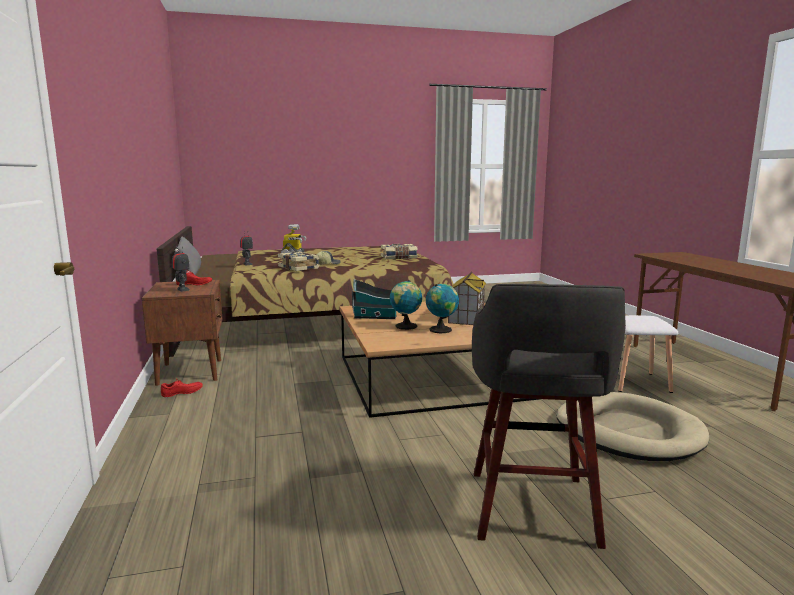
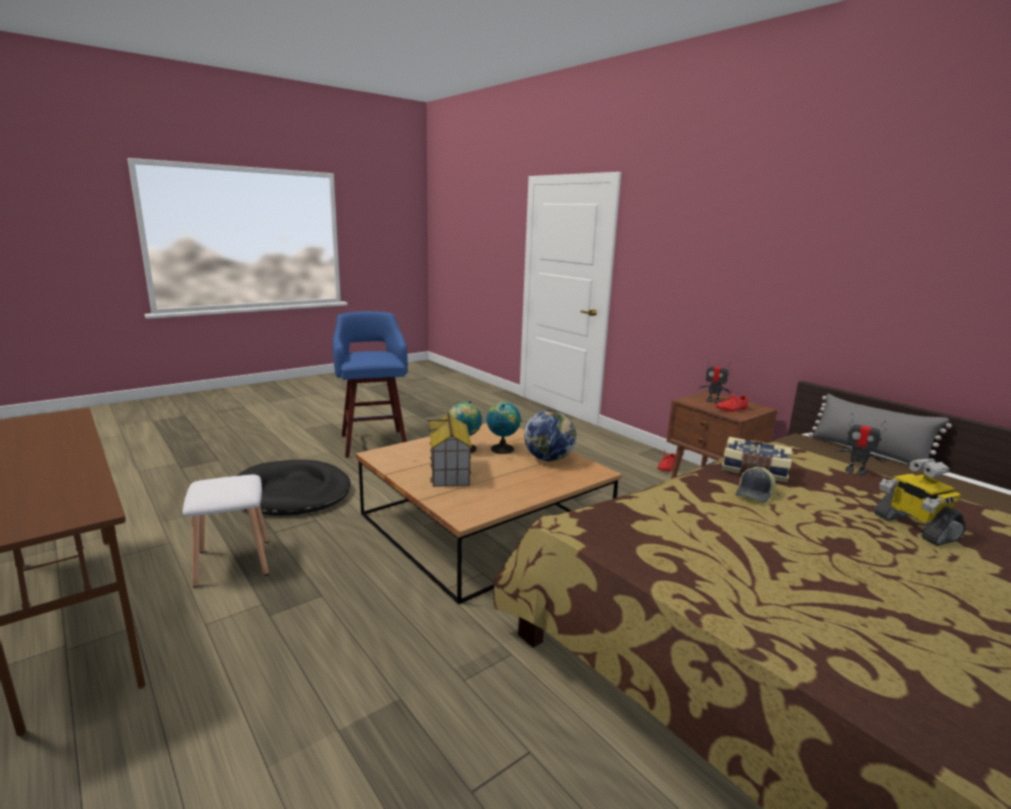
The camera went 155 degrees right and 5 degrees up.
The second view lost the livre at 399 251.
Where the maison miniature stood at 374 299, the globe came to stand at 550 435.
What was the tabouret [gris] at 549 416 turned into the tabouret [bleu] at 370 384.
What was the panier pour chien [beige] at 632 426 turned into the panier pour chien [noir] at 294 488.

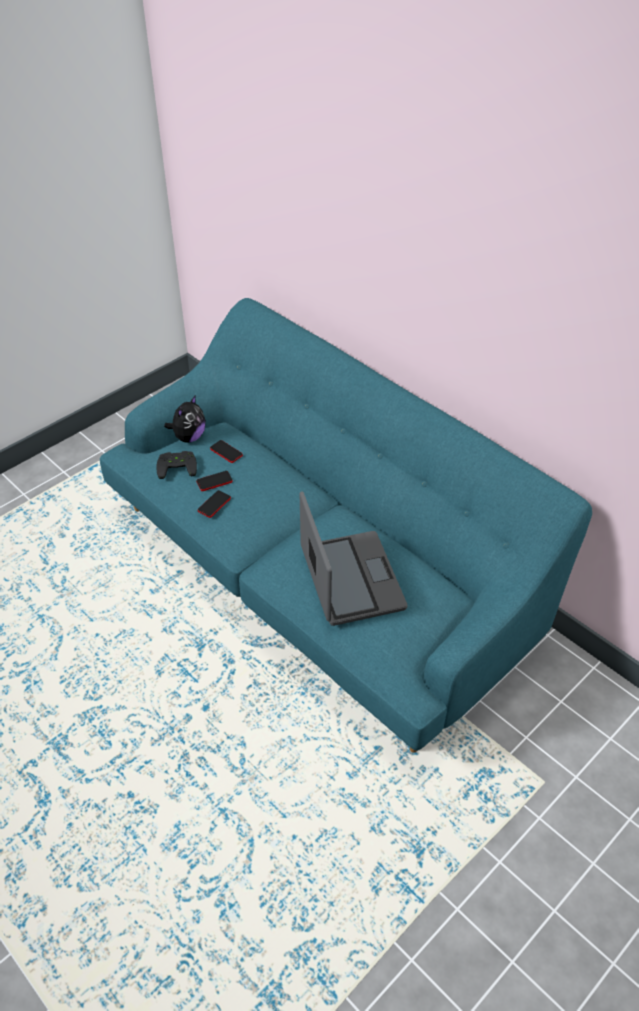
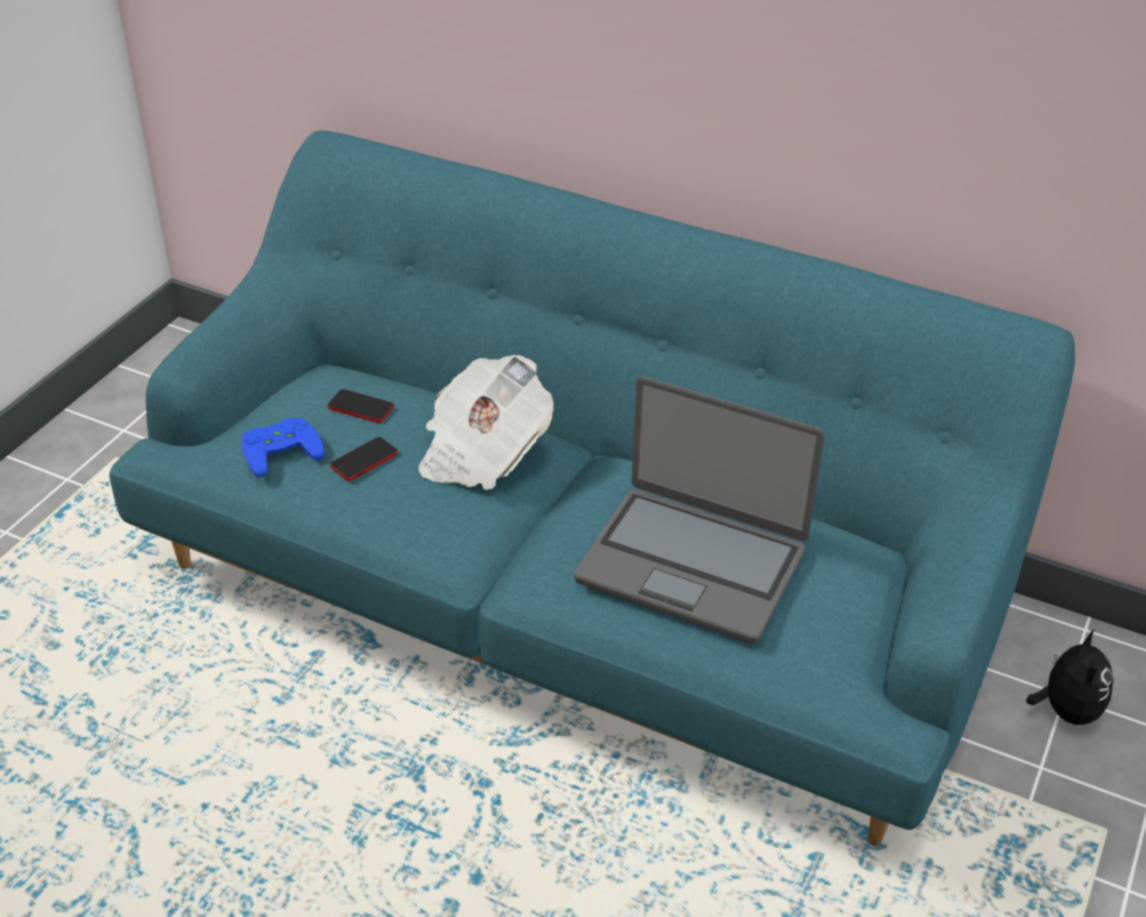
The camera went 20 degrees left and 5 degrees down.
The peluche ended up elsewhere, having gone from 185 419 to 1070 677.
What was the manette [noir] at 176 465 turned into the manette [bleu] at 283 448.
The second view lost the téléphone at 214 504.
The ordinateur portable at 353 558 ended up facing another way, 150 degrees clockwise from before.
The second view gained the journal at 486 422.

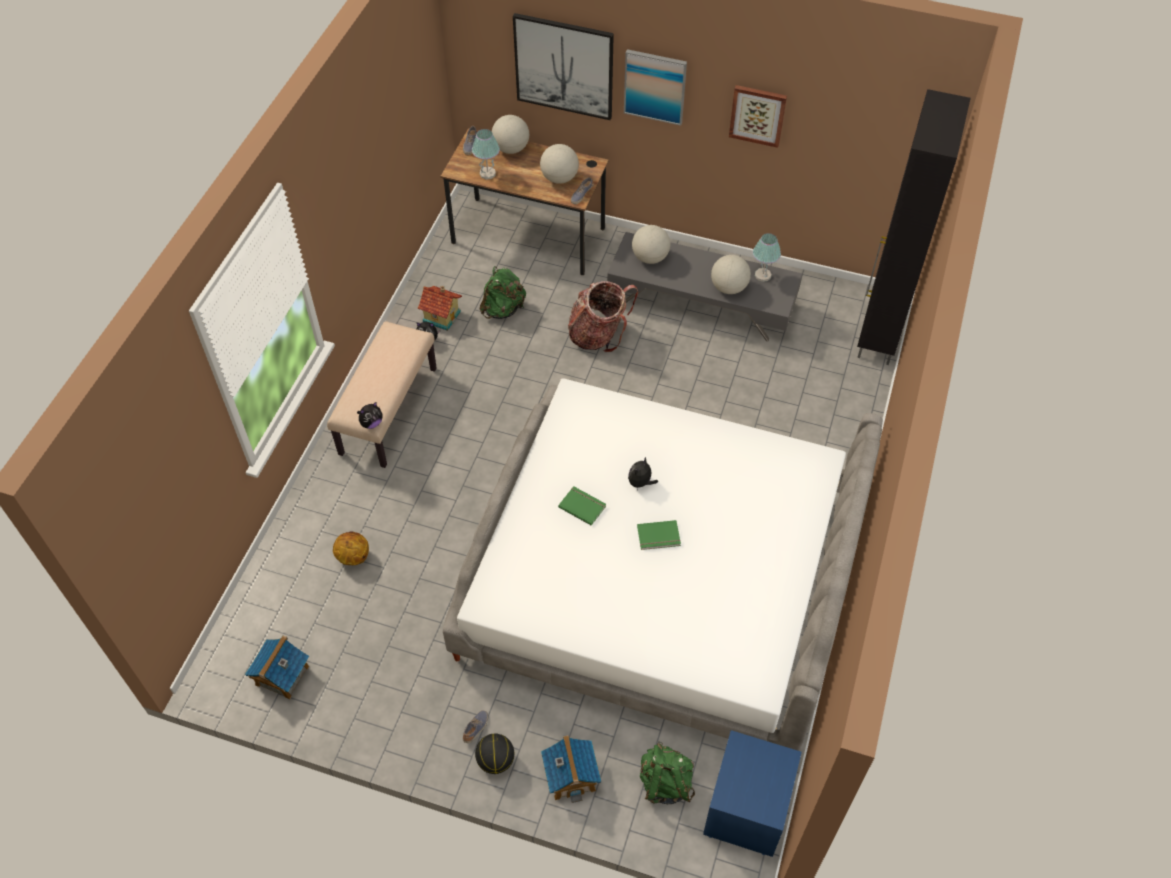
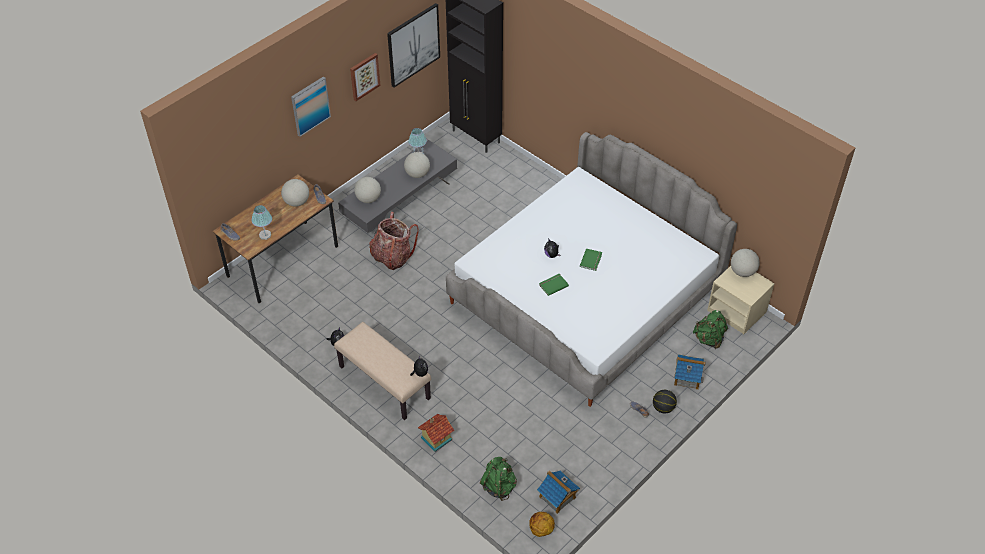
The camera went 65 degrees left and 5 degrees down.
The tableau ended up elsewhere, having gone from 563 66 to 413 45.
The globe ended up elsewhere, having gone from 510 134 to 745 263.
The sac à dos [vert] ended up elsewhere, having gone from 503 292 to 498 479.
The maison miniature ended up elsewhere, having gone from 439 308 to 436 433.
The ballon de basket ended up elsewhere, having gone from 351 548 to 542 524.
What was the table de chevet [bleu] at 752 793 turned into the table de chevet [beige] at 741 300.

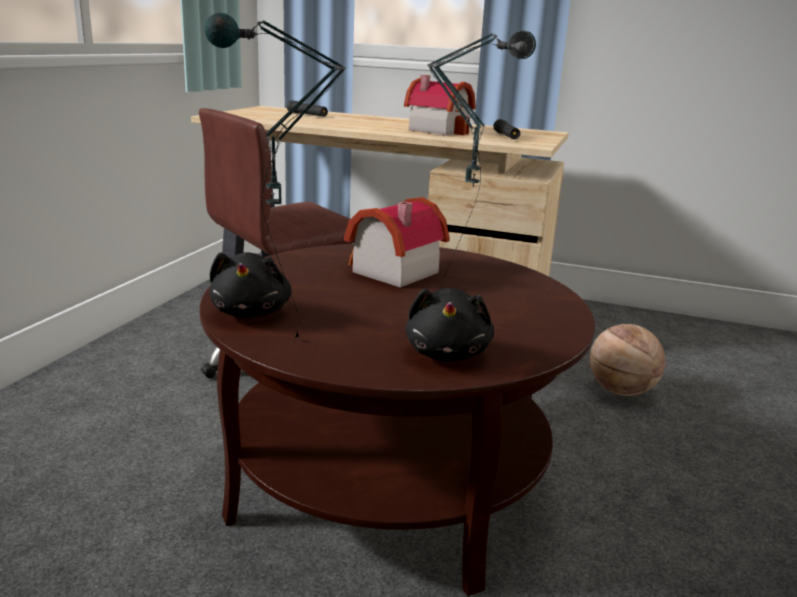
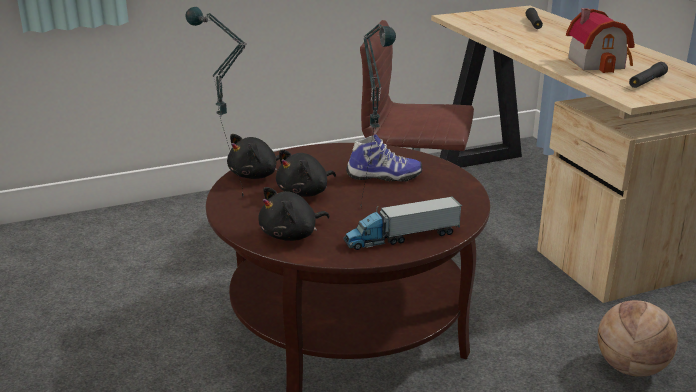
The camera went 50 degrees right and 5 degrees up.
Where the maison miniature stood at 397 242, the chaussure came to stand at 384 157.
The second view gained the peluche [noir] at 306 173.
The second view gained the camion jouet at 402 223.

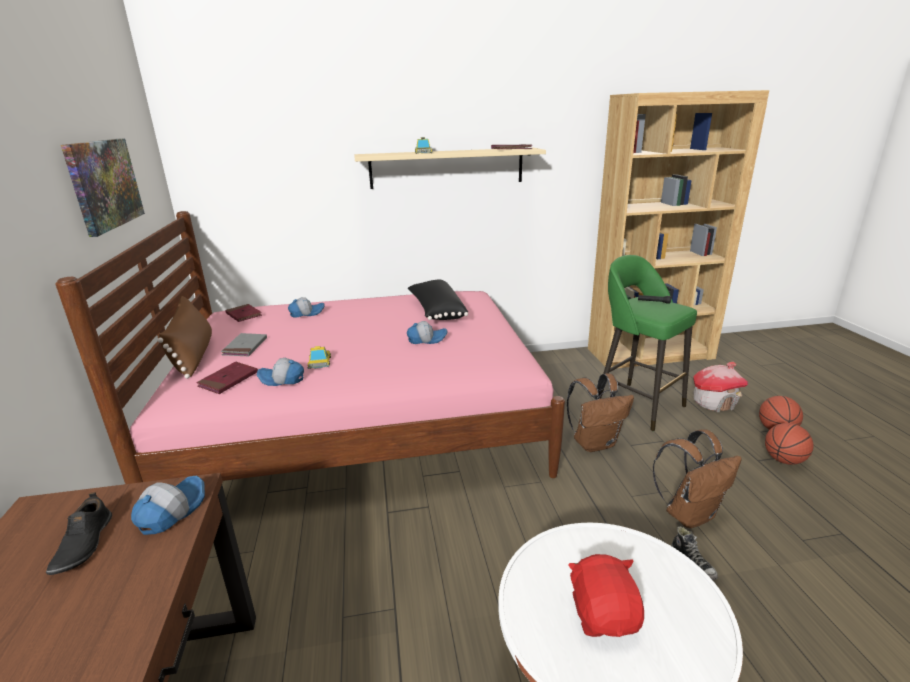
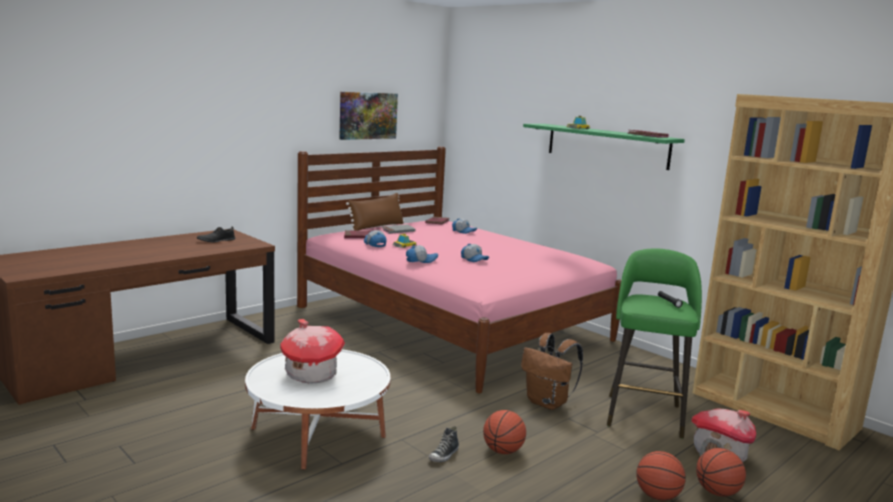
The camera went 55 degrees right and 10 degrees down.
What was the étagère [beige] at 450 168 turned into the étagère [vert] at 604 147.
The second view lost the coussin [noir] at 438 300.
Where the sac à dos [marron] stood at 697 478, the ballon de basket came to stand at 504 432.
The casquette ended up elsewhere, having gone from 168 505 to 422 254.
Where the peluche [rouge] stood at 606 595, the maison miniature came to stand at 312 351.

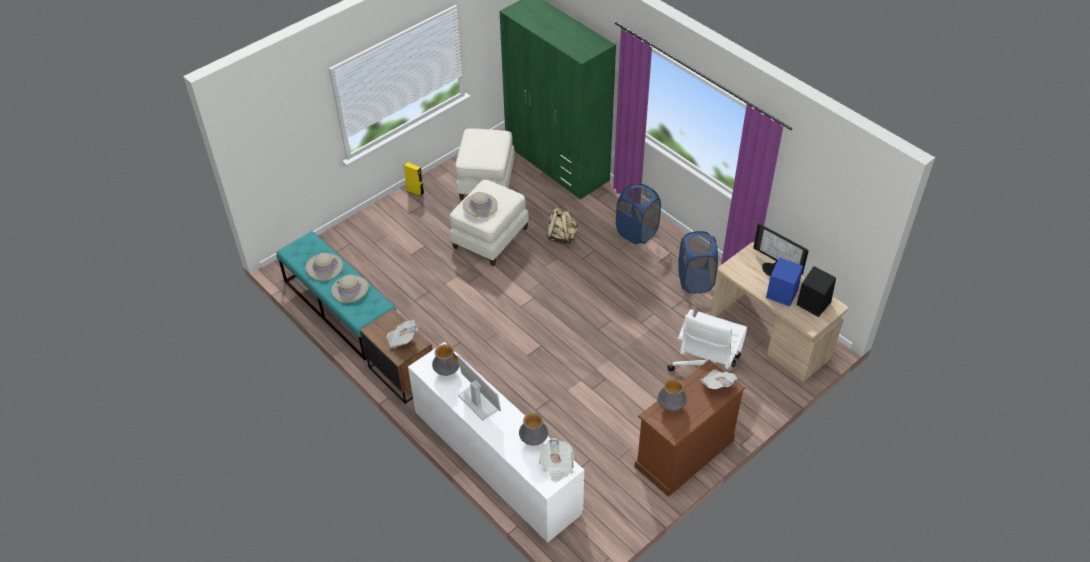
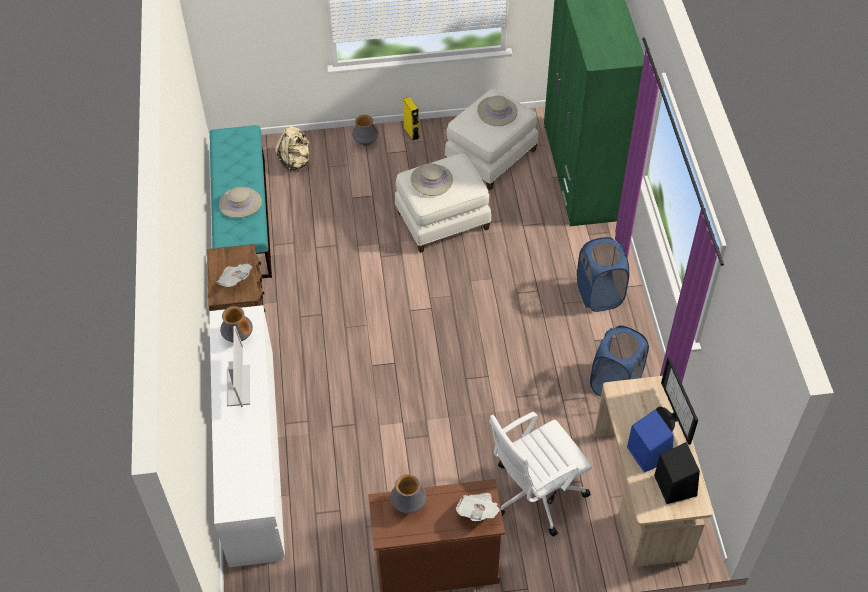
The camera went 35 degrees right and 5 degrees up.
The sac à dos [beige] ended up elsewhere, having gone from 562 225 to 292 149.
The chapeau [beige] ended up elsewhere, having gone from 324 267 to 497 110.
The vase ended up elsewhere, having gone from 533 429 to 365 130.
The second view lost the journal at 556 460.

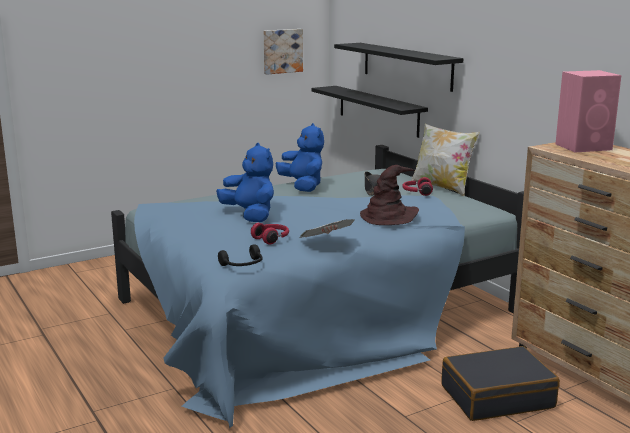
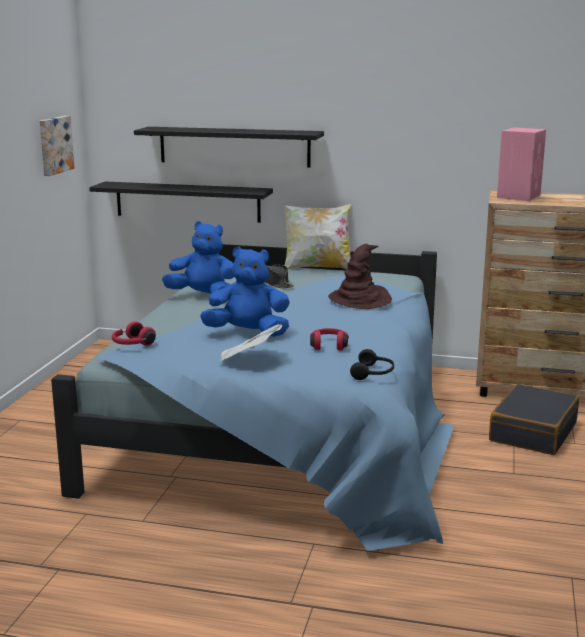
The camera went 45 degrees left and 0 degrees up.
The casque audio [rouge] ended up elsewhere, having gone from 417 186 to 134 333.
The journal ended up elsewhere, having gone from 326 228 to 250 343.

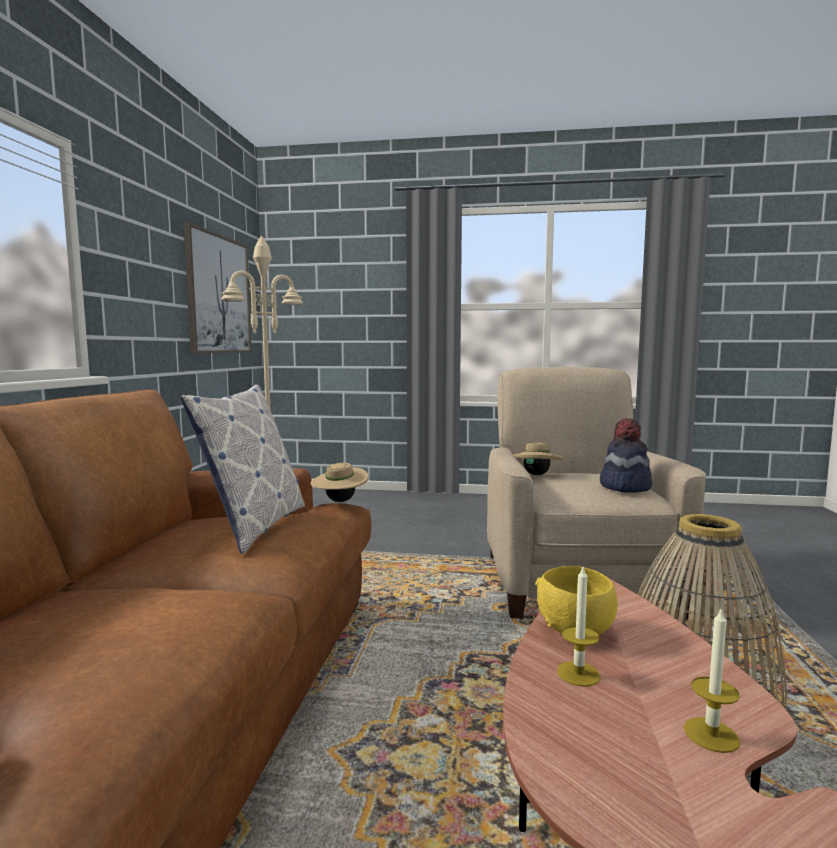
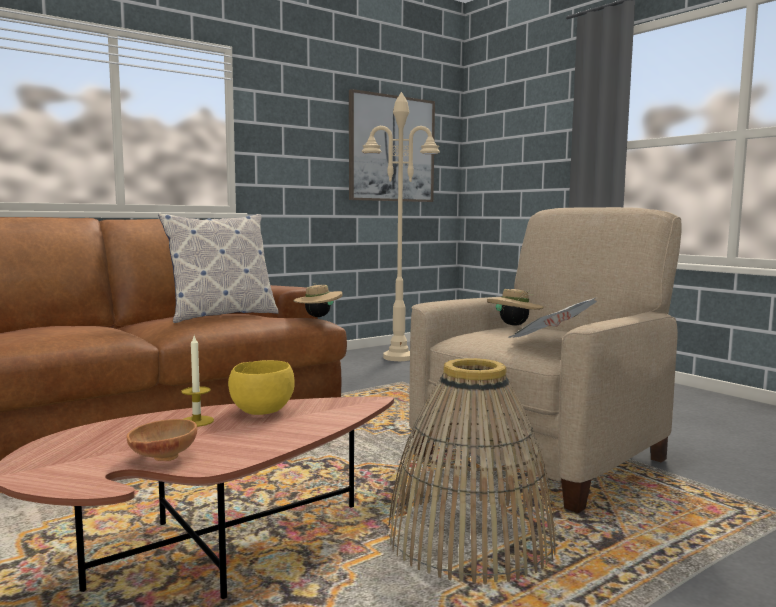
The camera went 45 degrees right and 0 degrees up.
Where the chapeau stood at 626 456, the journal came to stand at 553 318.
Where the bougie stood at 712 680, the bol [marron] came to stand at 161 440.

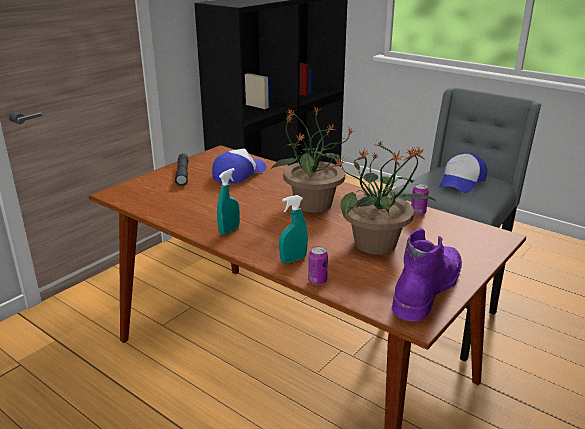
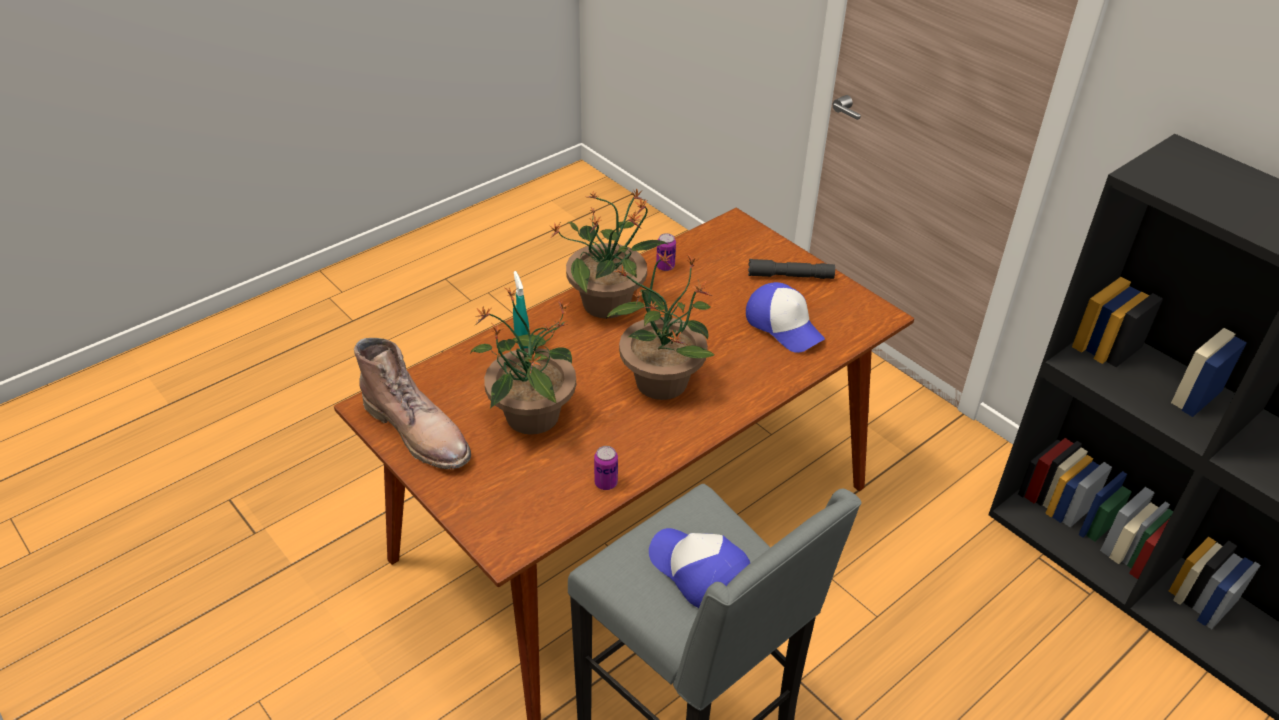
The camera went 100 degrees right and 15 degrees up.
Where the vaporisateur [turquoise] stood at 228 201, the plante en pot came to stand at 608 253.
What was the botte [violet] at 427 275 turned into the botte [marron] at 412 404.
The boîte métallique ended up elsewhere, having gone from 318 265 to 666 252.

